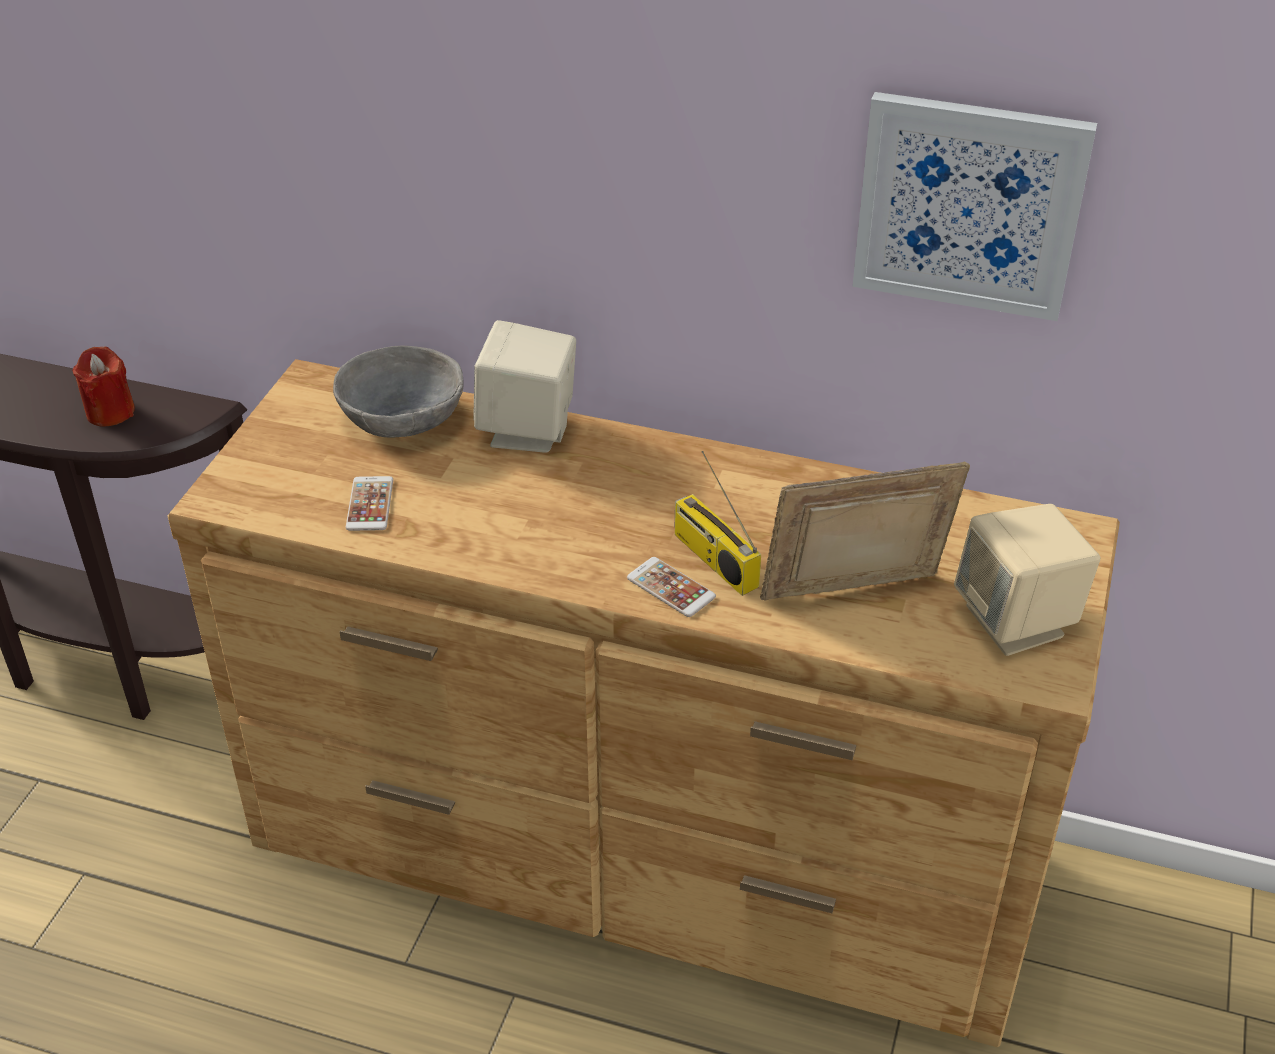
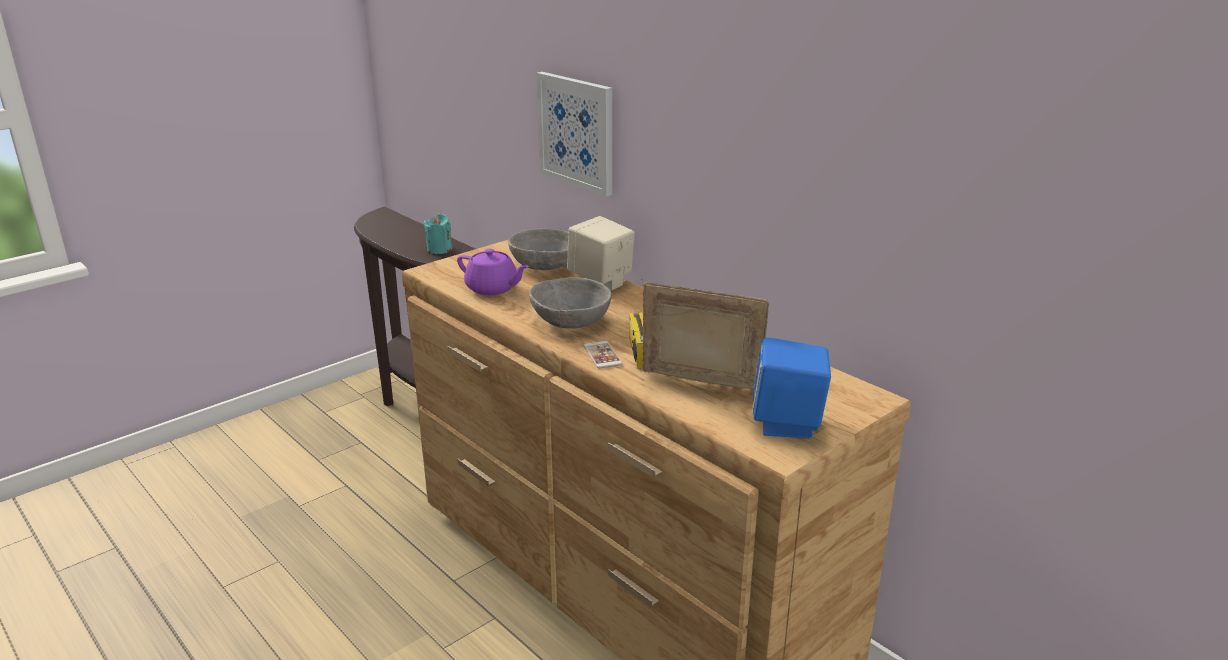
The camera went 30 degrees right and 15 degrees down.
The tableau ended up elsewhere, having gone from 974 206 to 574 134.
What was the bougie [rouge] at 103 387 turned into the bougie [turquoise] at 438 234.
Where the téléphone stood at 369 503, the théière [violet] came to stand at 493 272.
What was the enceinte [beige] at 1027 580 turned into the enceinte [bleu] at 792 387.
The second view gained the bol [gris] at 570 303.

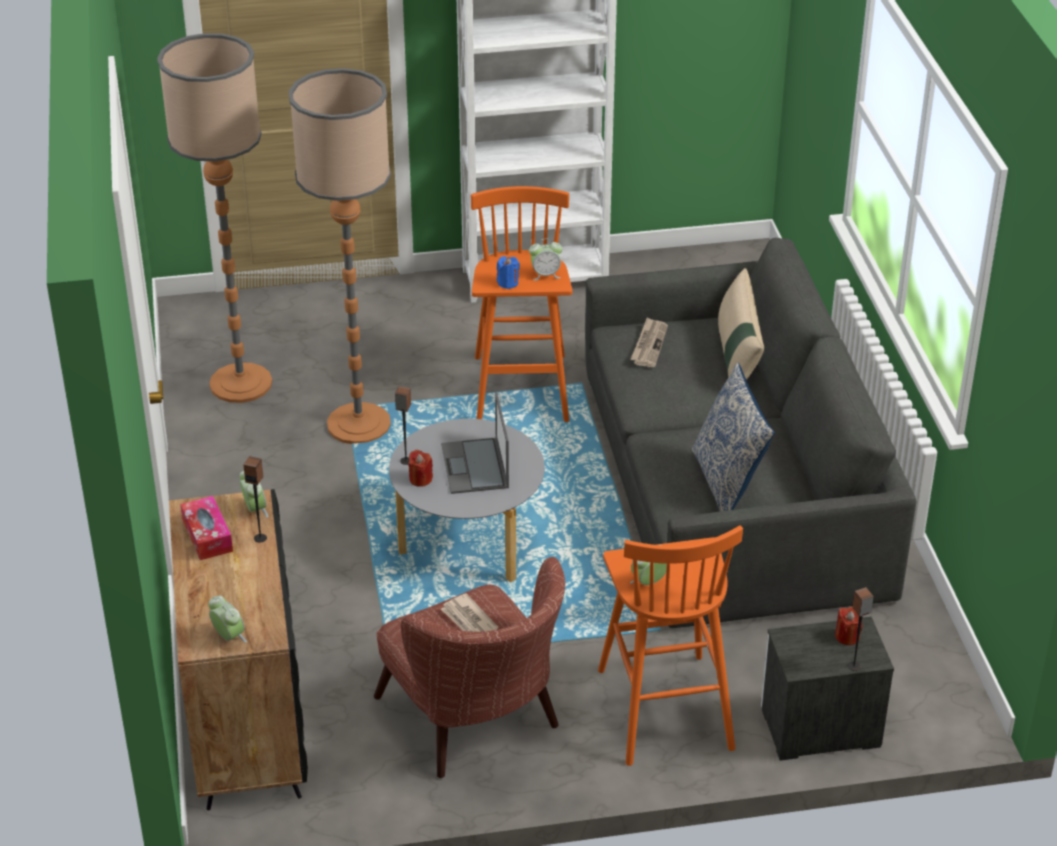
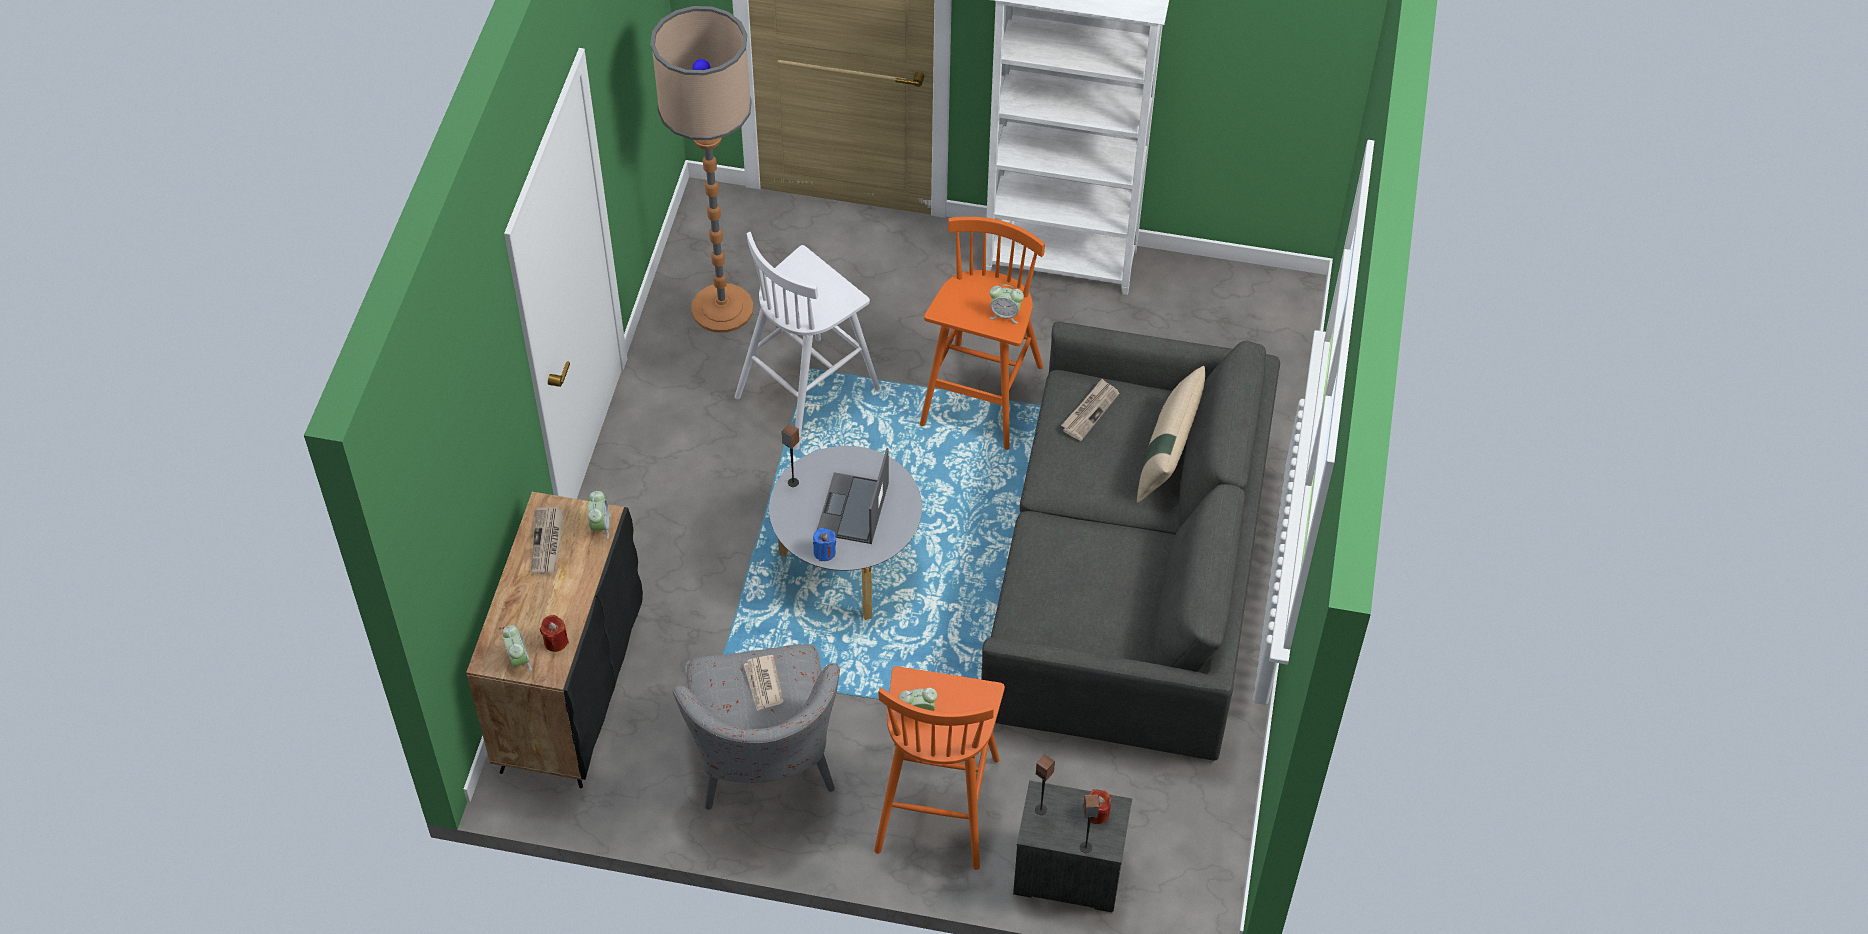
The camera went 20 degrees right and 15 degrees up.
Where the lampadaire stood at 339 256, the tabouret [blanc] came to stand at 807 341.
The bougie [bleu] ended up elsewhere, having gone from 508 272 to 824 544.
The second view lost the coussin at 733 436.
The bougie [rouge] ended up elsewhere, having gone from 420 468 to 554 633.
The enceinte ended up elsewhere, having gone from 255 499 to 1045 784.
Where the boîte à mouchoirs stood at 206 528, the journal came to stand at 547 540.
What was the fauteuil [marron] at 469 667 turned into the fauteuil [gris] at 756 727.

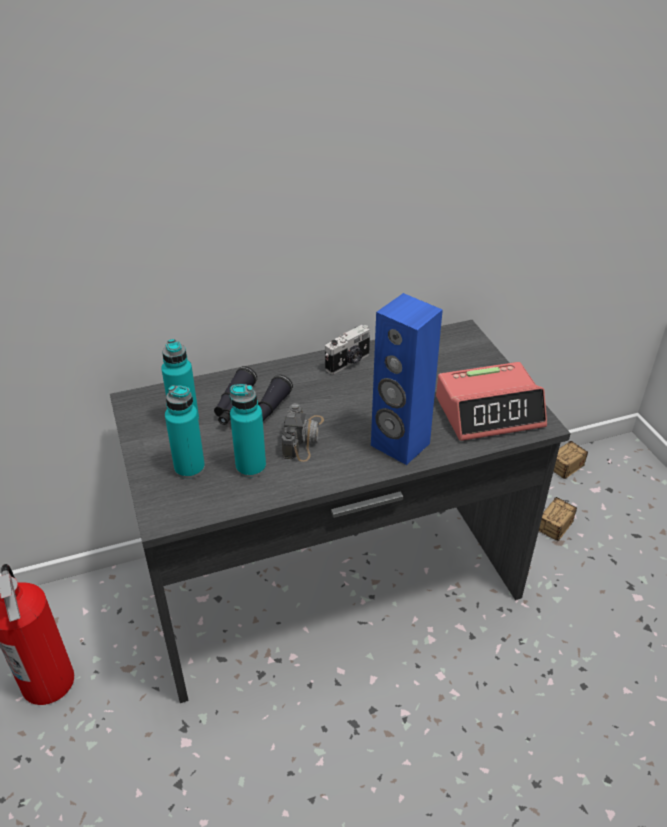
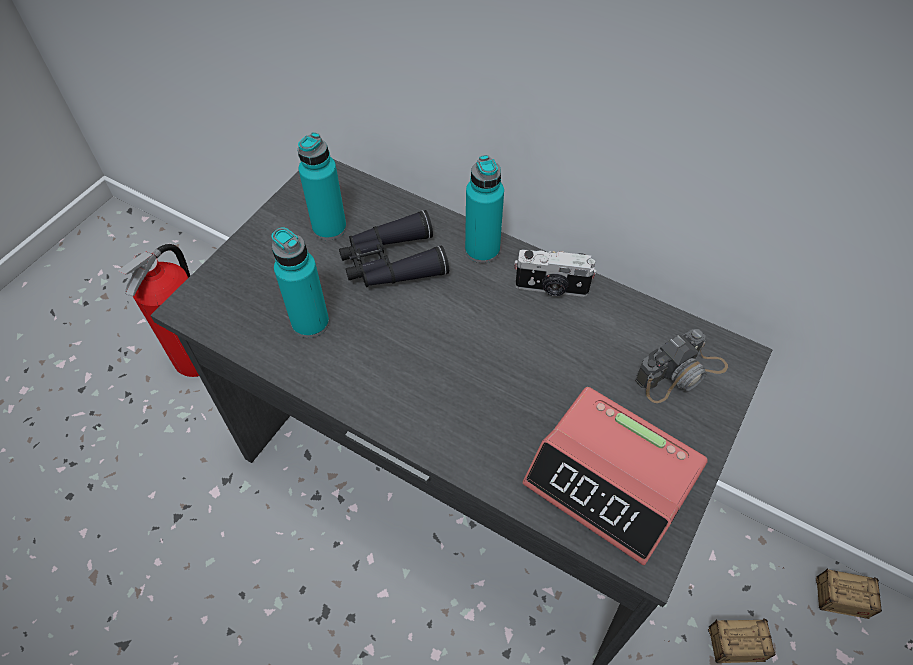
The camera went 50 degrees right and 15 degrees up.
The second view lost the enceinte [bleu] at 407 379.
The bouteille [turquoise] ended up elsewhere, having gone from 185 432 to 484 209.
The appareil photo ended up elsewhere, having gone from 303 432 to 681 366.

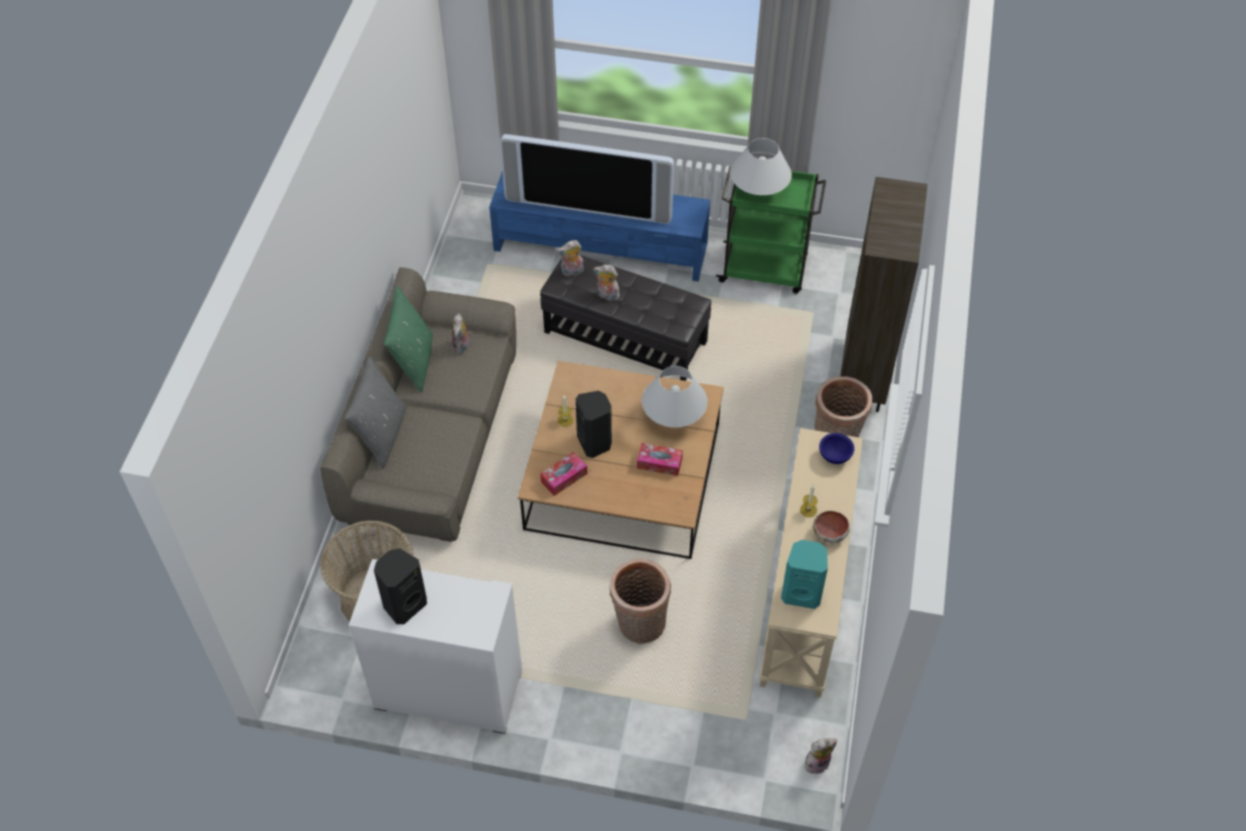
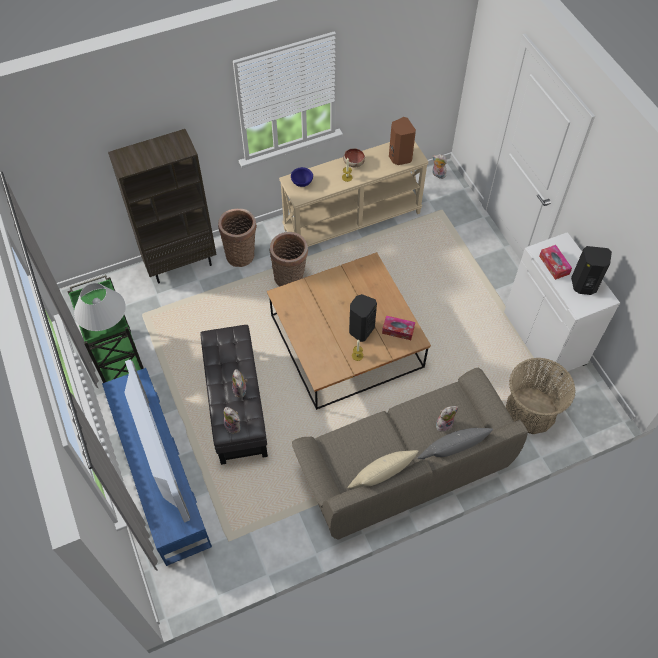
The camera went 125 degrees left and 5 degrees up.
What was the coussin [vert] at 408 339 turned into the coussin [beige] at 383 469.
The peluche ended up elsewhere, having gone from 461 334 to 447 419.
The second view lost the lampe de table [blanc] at 675 396.
The boîte à mouchoirs ended up elsewhere, having gone from 660 459 to 555 262.
What was the enceinte [turquoise] at 804 574 turned into the enceinte [marron] at 402 141.
The panier ended up elsewhere, having gone from 640 601 to 289 259.

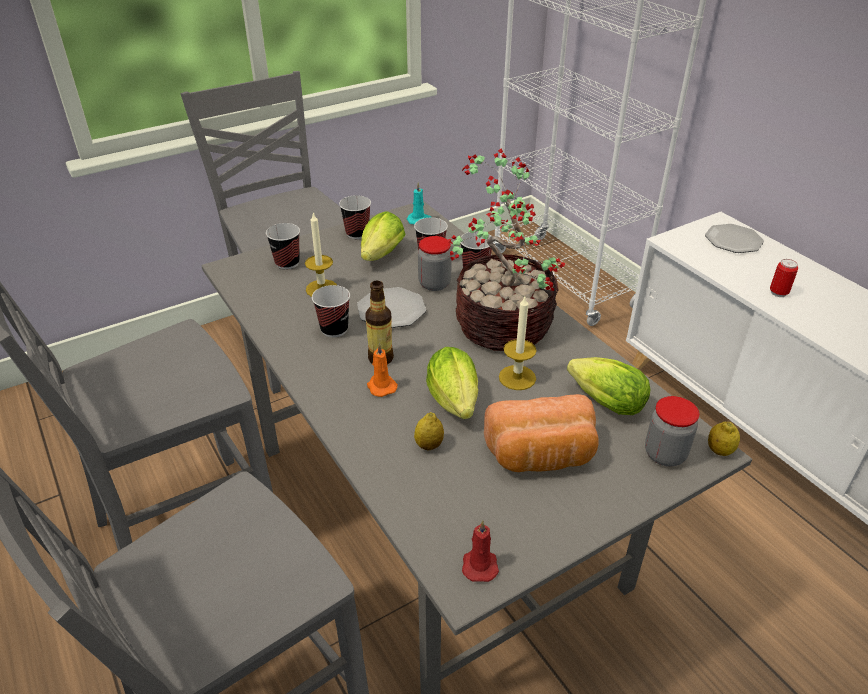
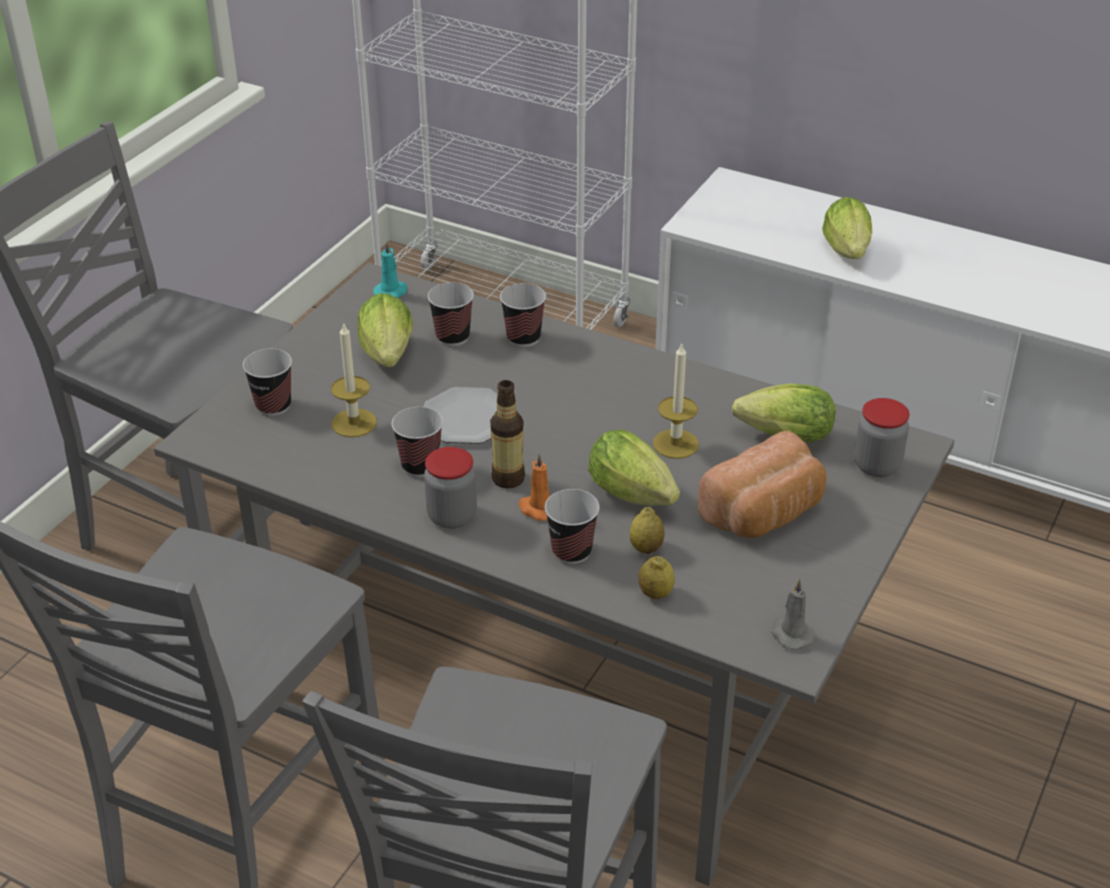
The camera went 30 degrees left and 0 degrees up.
The second view lost the plante en pot at 506 249.
The tasse ended up elsewhere, having gone from 355 217 to 572 526.
The second view lost the assiette at 734 238.
The bocal ended up elsewhere, having gone from 435 263 to 450 488.
Where the boîte métallique stood at 784 278, the laitue came to stand at 847 228.
The citron ended up elsewhere, having gone from 724 439 to 656 577.
What was the bougie [rouge] at 480 551 turned into the bougie [gris] at 793 614.

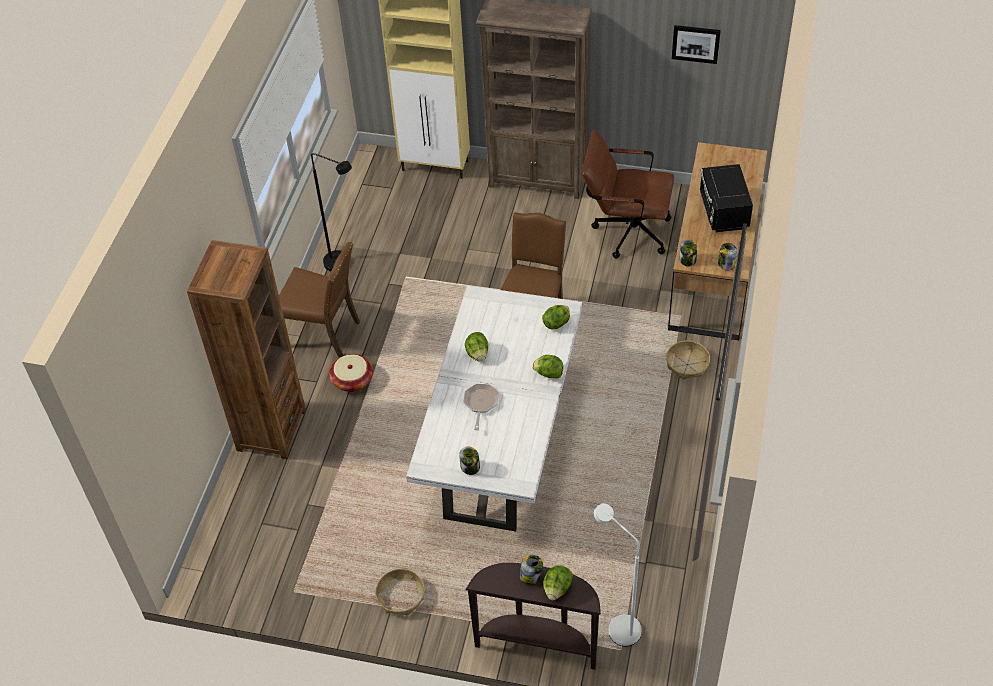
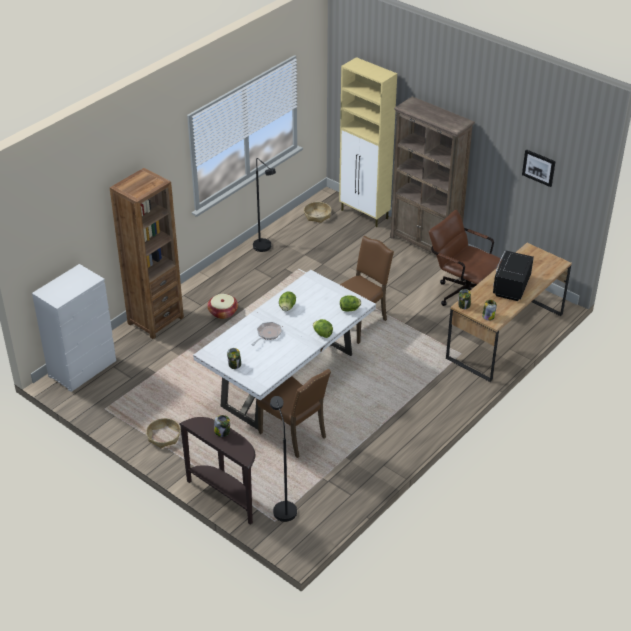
The camera went 25 degrees right and 10 degrees down.
The chaise [marron] ended up elsewhere, having gone from 319 300 to 294 413.
The panier ended up elsewhere, having gone from 688 360 to 317 212.
What was the lampadaire [blanc] at 618 574 turned into the lampadaire [noir] at 283 459.
The second view lost the laitue at 558 582.
The second view gained the commode [blanc] at 74 328.

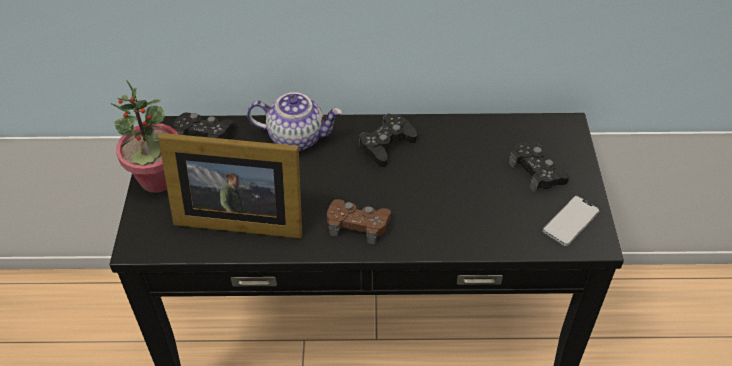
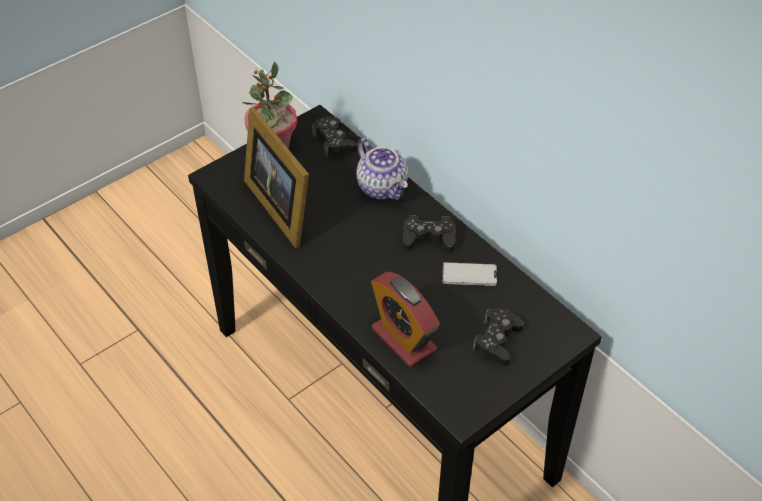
The camera went 50 degrees right and 0 degrees up.
The téléphone ended up elsewhere, having gone from 571 221 to 469 274.
The second view lost the manette [marron] at 359 222.
The second view gained the réveil at 405 319.

